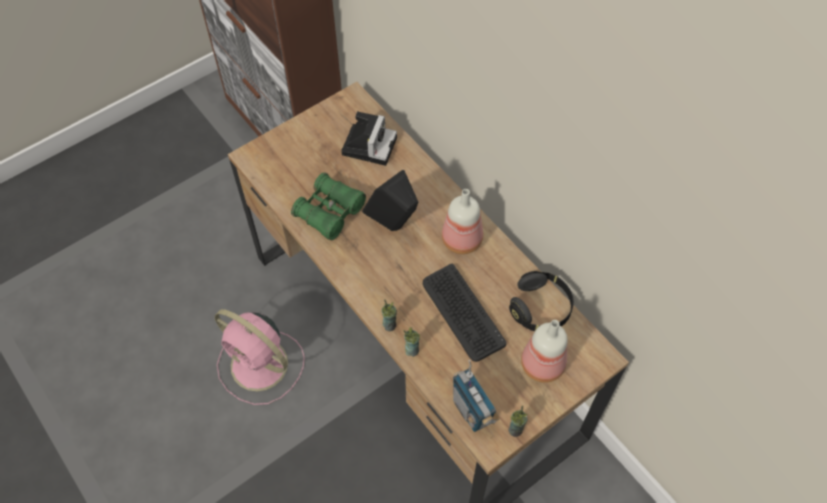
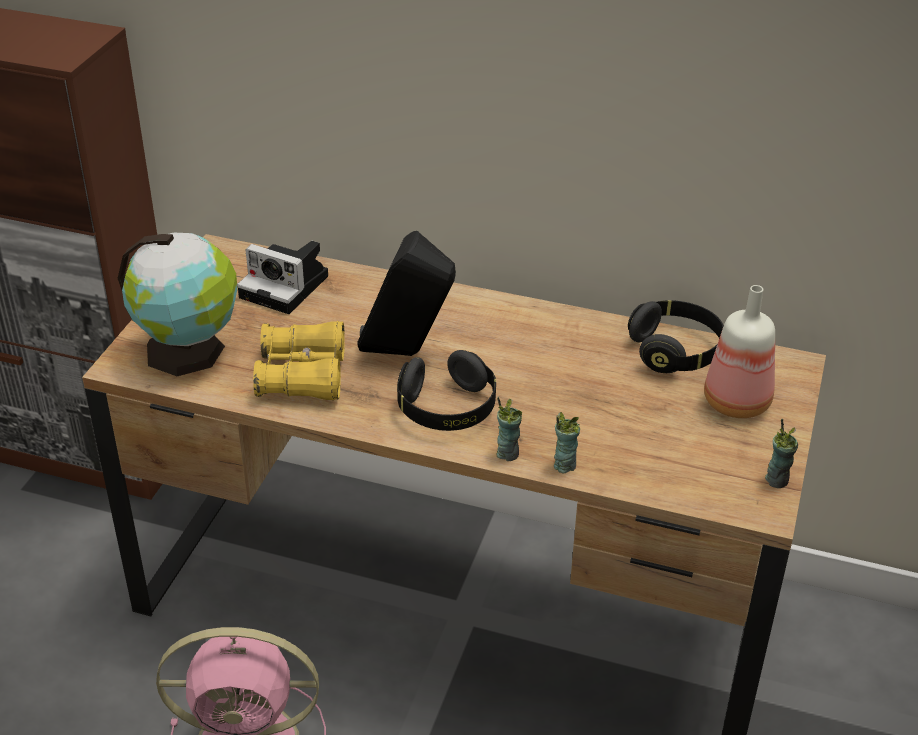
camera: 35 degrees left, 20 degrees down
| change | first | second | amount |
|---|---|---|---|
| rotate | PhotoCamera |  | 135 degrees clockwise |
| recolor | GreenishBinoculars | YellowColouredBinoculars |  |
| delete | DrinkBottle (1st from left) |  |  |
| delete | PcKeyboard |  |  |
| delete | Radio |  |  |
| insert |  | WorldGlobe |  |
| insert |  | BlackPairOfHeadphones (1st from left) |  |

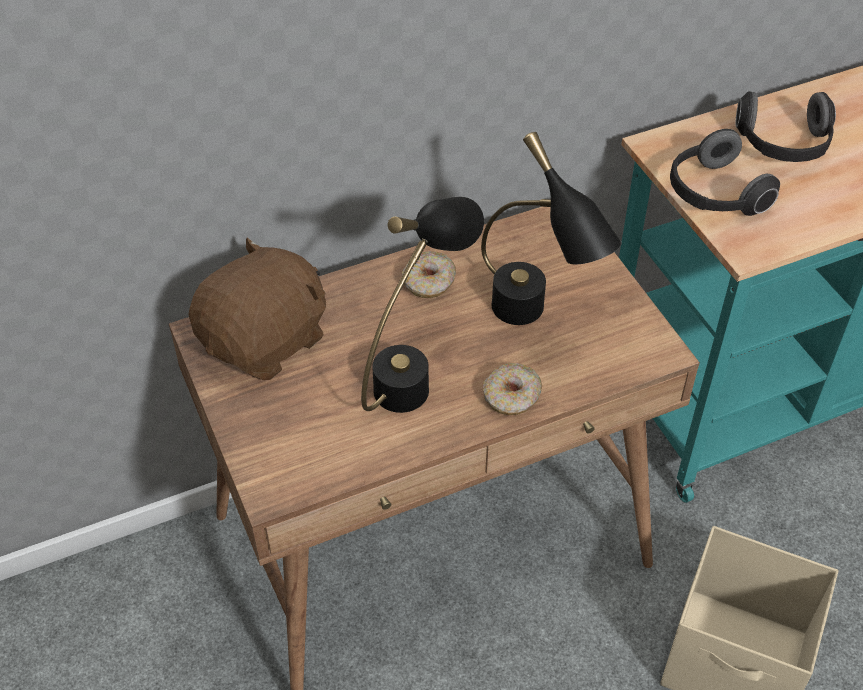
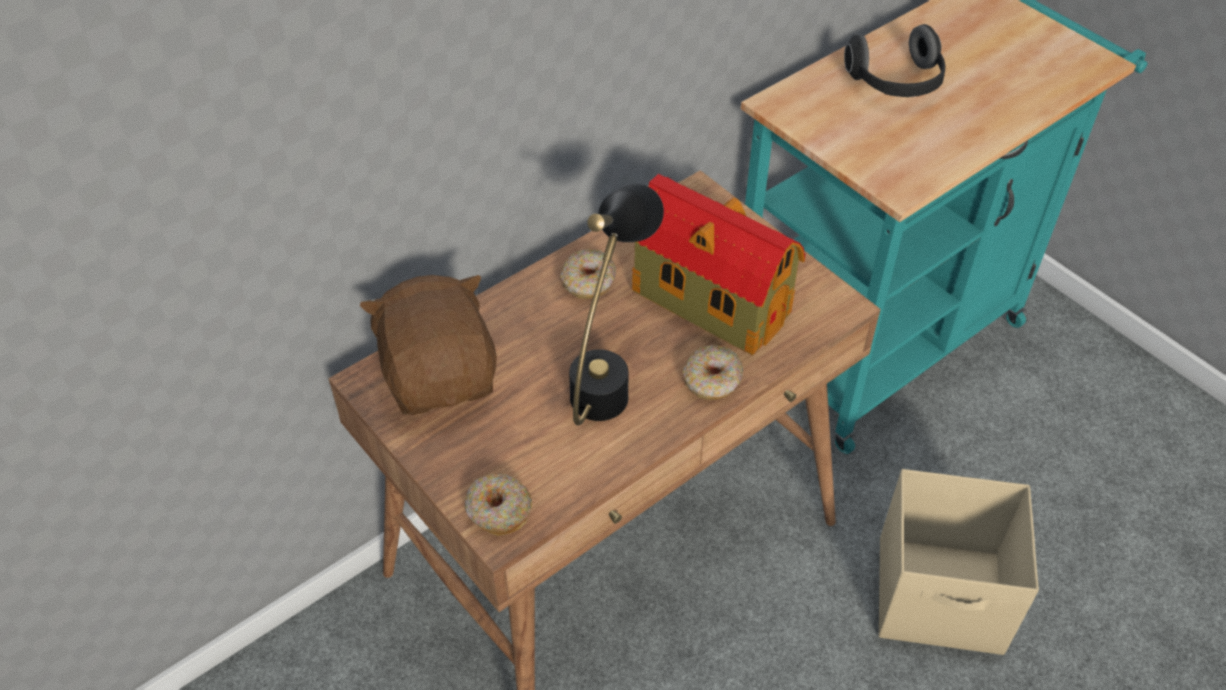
camera: 15 degrees left, 0 degrees up
| change | first | second | amount |
|---|---|---|---|
| delete | PairOfHeadphones (1st from left) |  |  |
| replace | BlackTabletopLamp (2nd from left) | ModelHouse |  |
| rotate | BrownSoftToy |  | 45 degrees counterclockwise |
| insert |  | RingDoughnut (1st from left) |  |

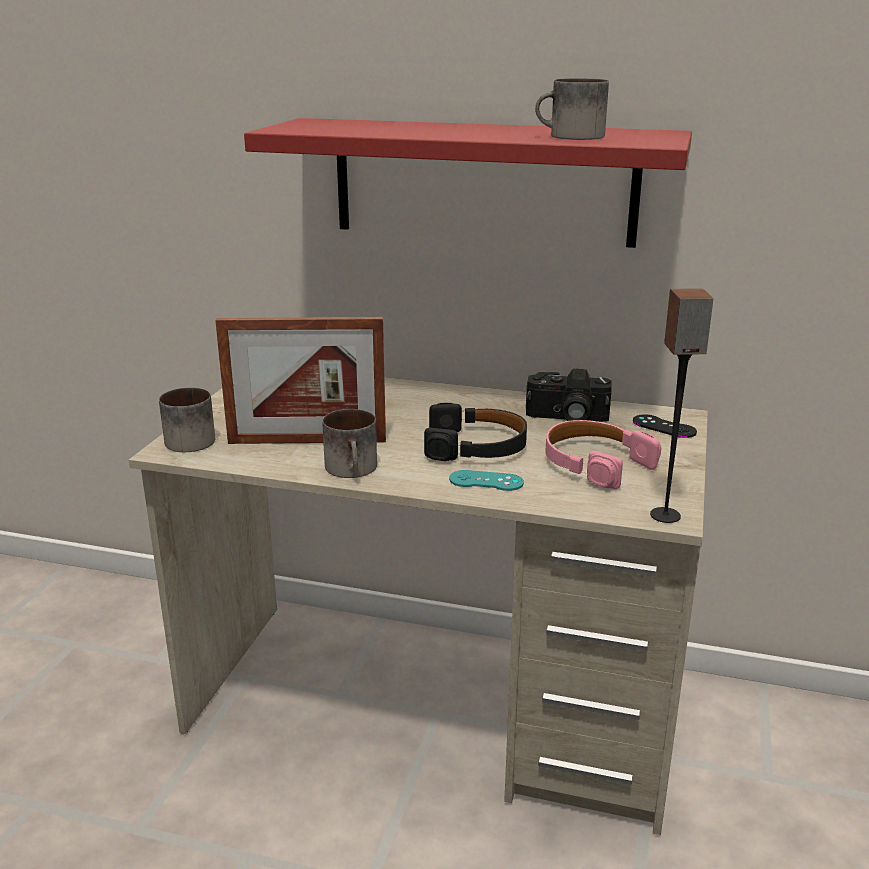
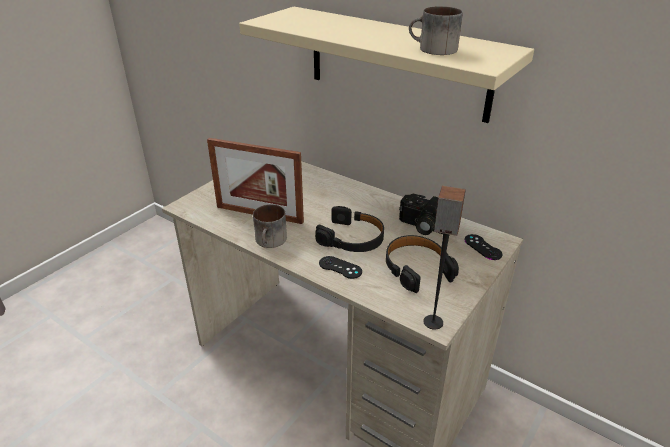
camera: 20 degrees right, 10 degrees up
| change | first | second | amount |
|---|---|---|---|
| recolor | RedBracketShelf | SandColouredBracketShelf |  |
| delete | Mug (1st from left) |  |  |
| recolor | PinkPairOfHeadphones | BlackPairOfHeadphones (2nd from left) |  |
| recolor | TurquoiseColouredJoypad | BlackJoypad (1st from left) |  |

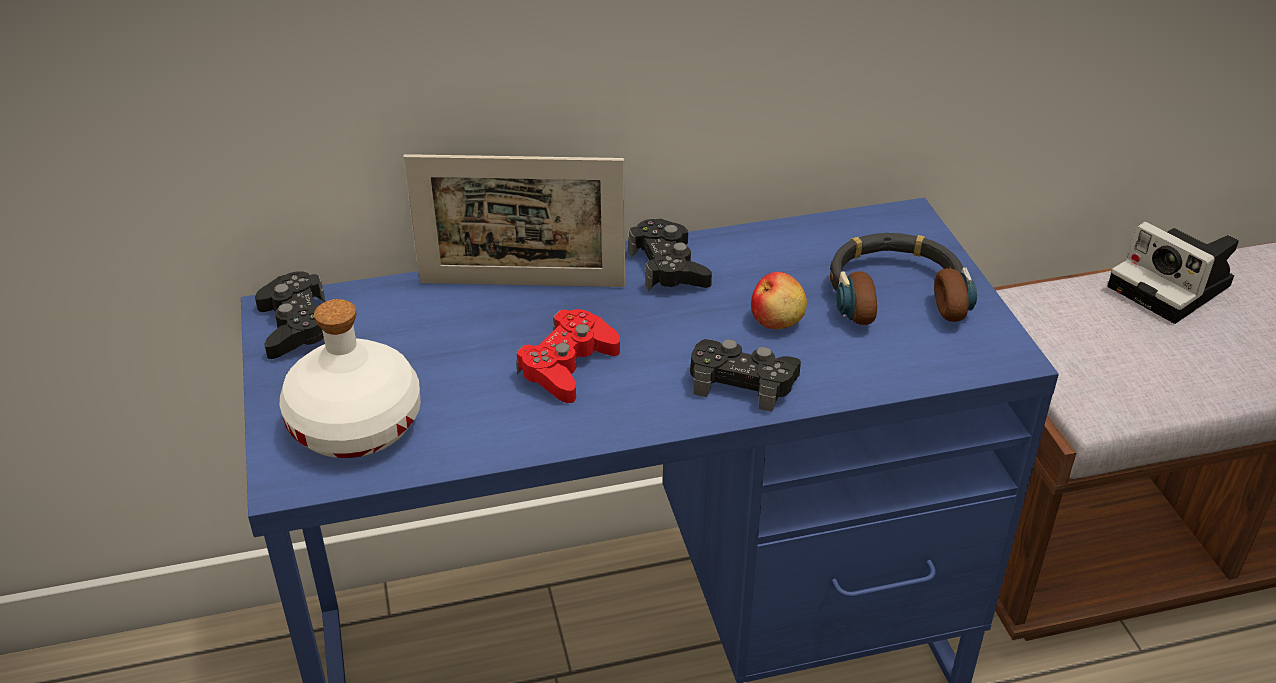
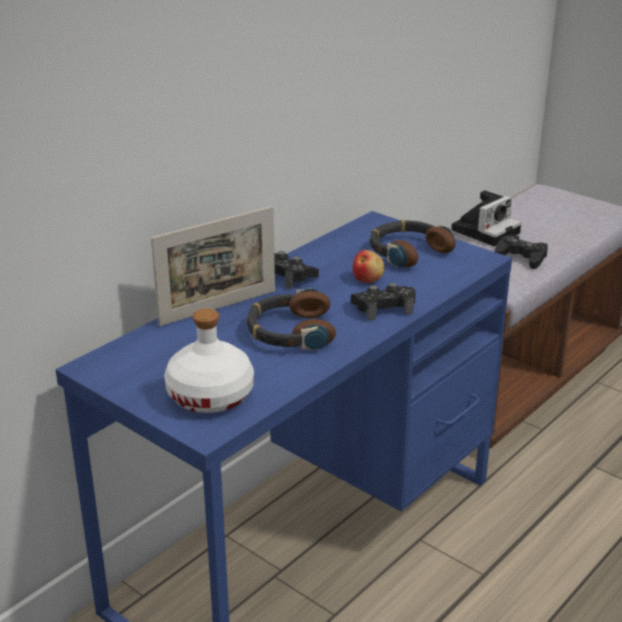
camera: 35 degrees left, 10 degrees down
| change | first | second | amount |
|---|---|---|---|
| rotate | PhotoCamera |  | 60 degrees counterclockwise |
| move | BlackJoypad (1st from left in the first image) | BlackJoypad (3rd from left) |  |
| replace | RedJoypad | PairOfHeadphones (1st from left) |  |

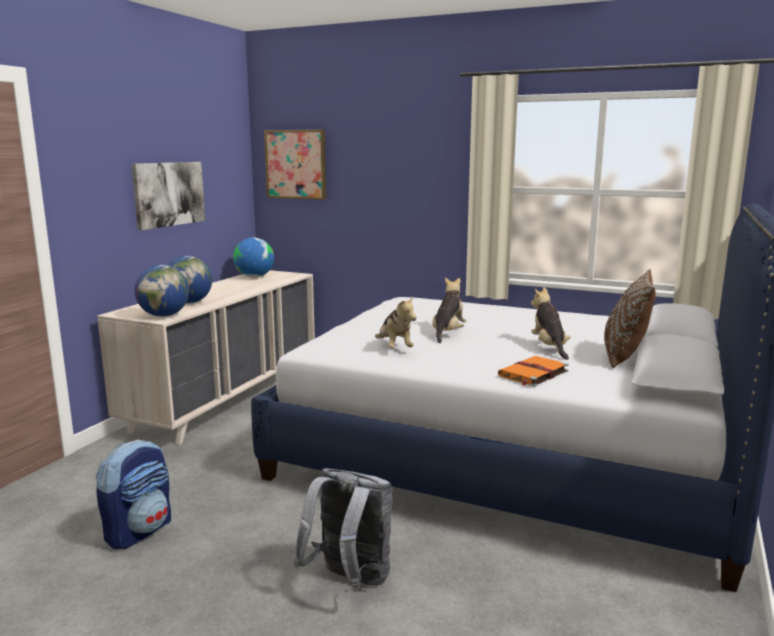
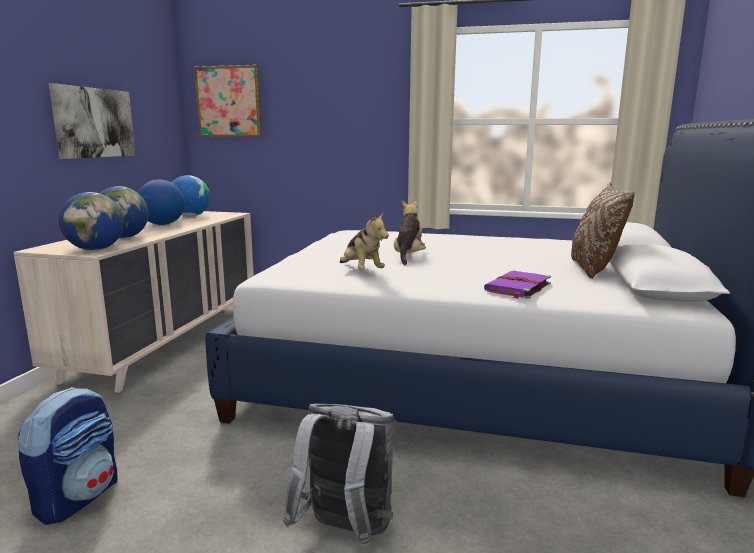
camera: 10 degrees left, 0 degrees up
| change | first | second | amount |
|---|---|---|---|
| delete | SoftToy (3rd from left) |  |  |
| recolor | OrangeColouredVolume | PurplishVolume |  |
| insert |  | WorldGlobe (3rd from left) |  |

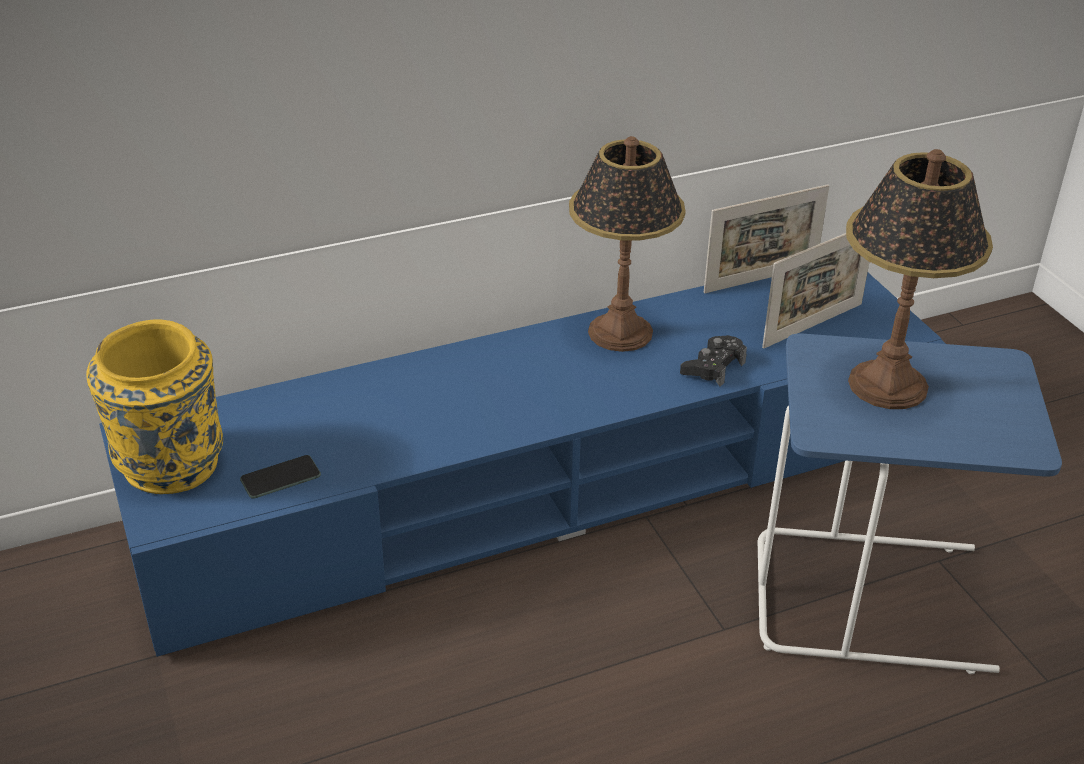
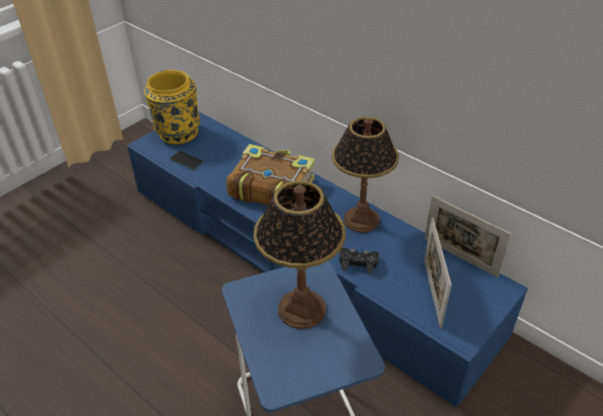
camera: 65 degrees right, 5 degrees up
| change | first | second | amount |
|---|---|---|---|
| rotate | PictureFrame (2nd from left in the first image) | PictureFrame (1st from left) | 60 degrees clockwise |
| insert |  | Volume |  |

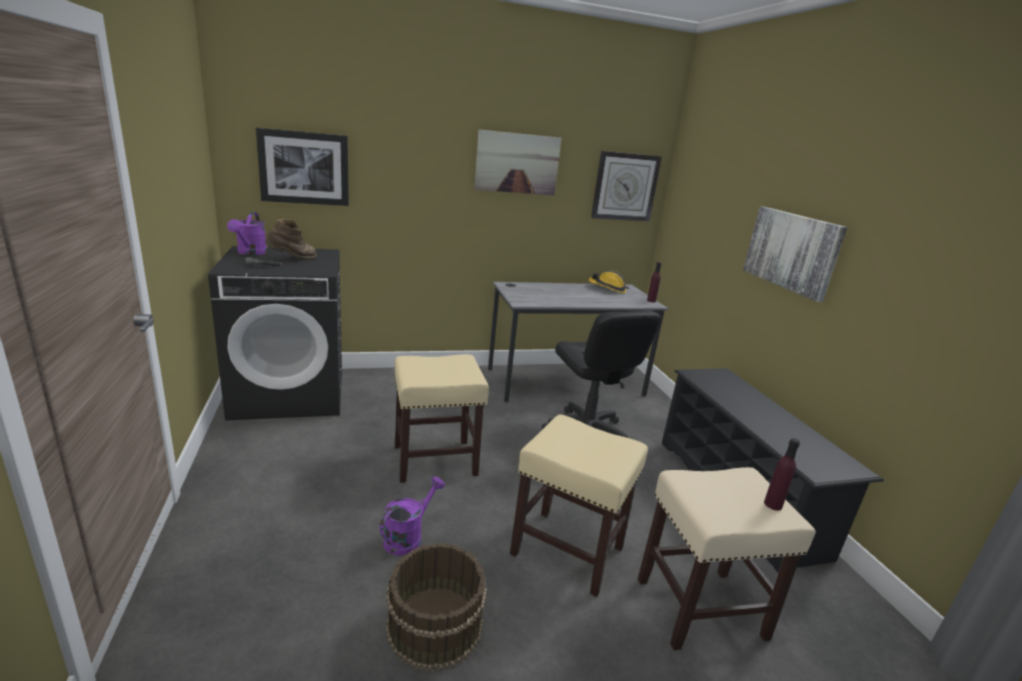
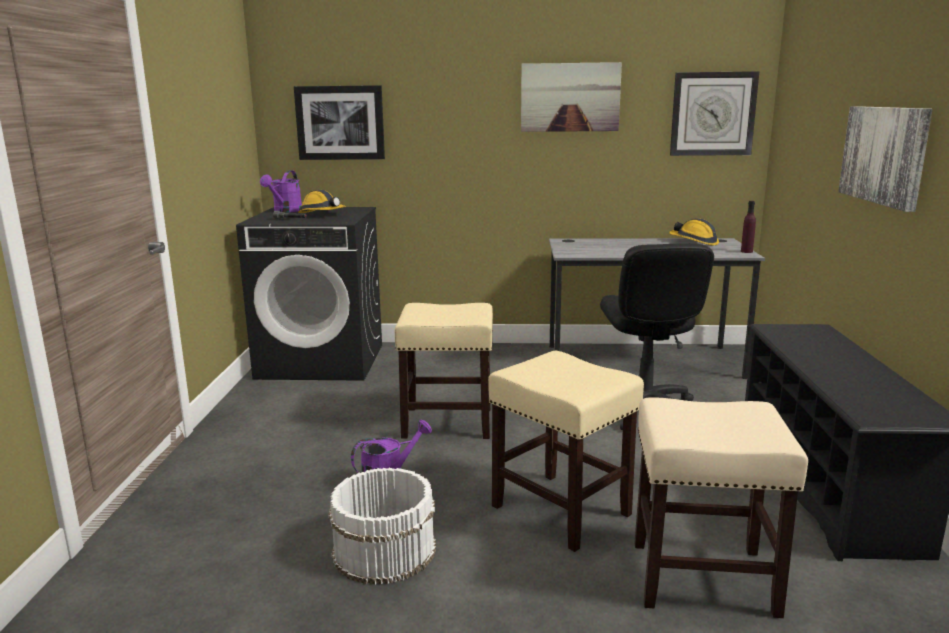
camera: 20 degrees right, 5 degrees down
| change | first | second | amount |
|---|---|---|---|
| replace | BrownBoot | WorkHelmet (1st from left) |  |
| delete | PurplishDrinkBottle (2nd from left) |  |  |
| recolor | BrownBucket | WhiteBucket |  |

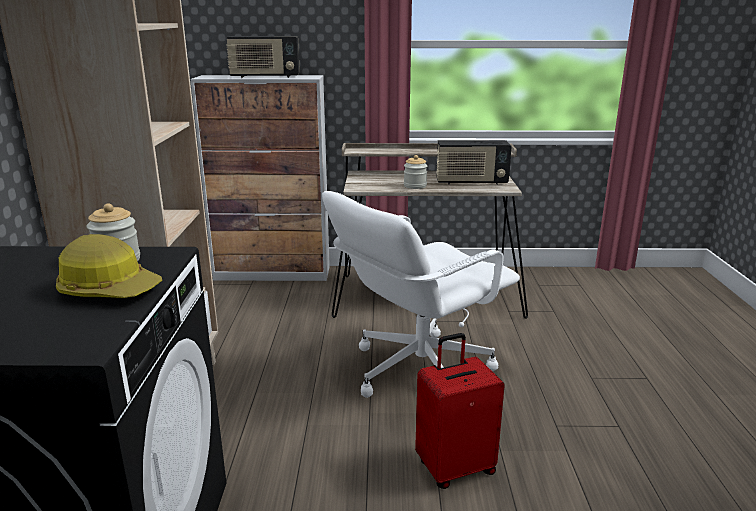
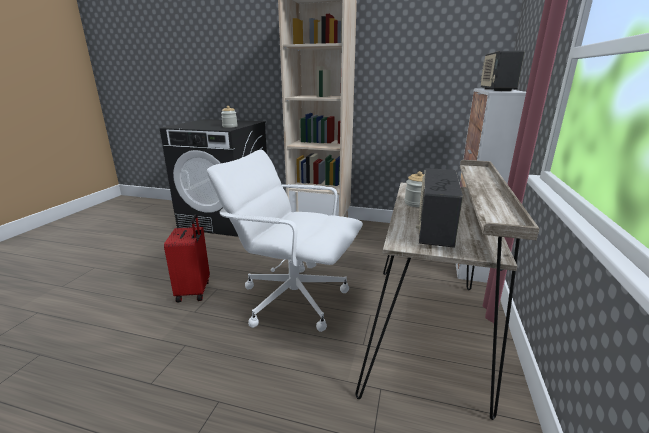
camera: 105 degrees right, 0 degrees up
| change | first | second | amount |
|---|---|---|---|
| rotate | WhiteDeskChair |  | 45 degrees counterclockwise |
| delete | WorkHelmet |  |  |

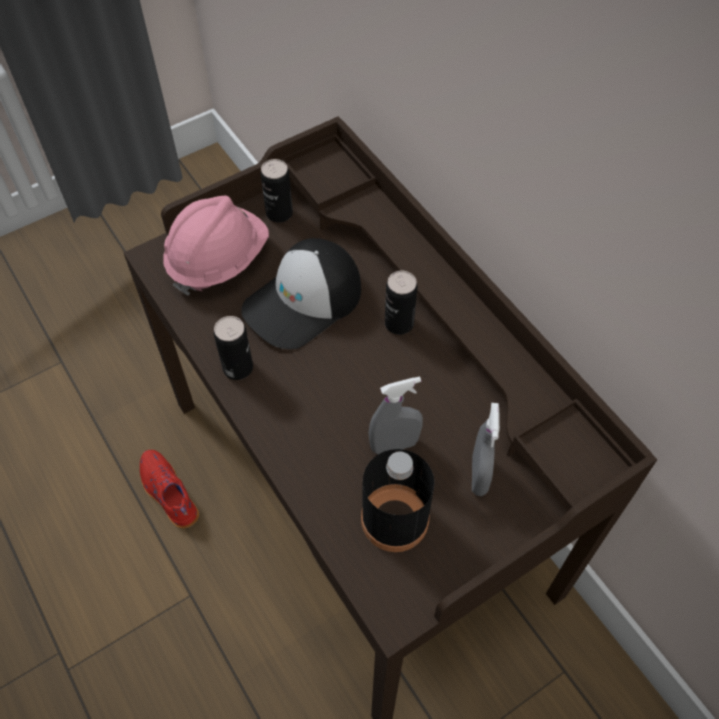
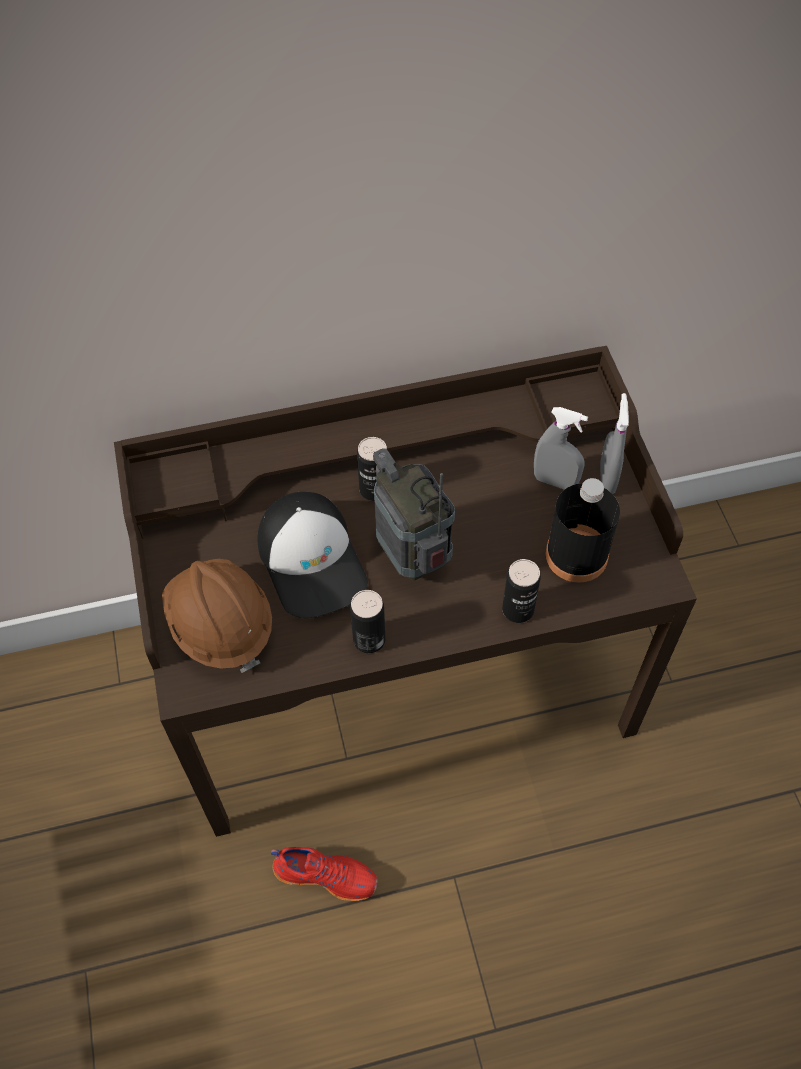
camera: 70 degrees left, 0 degrees up
| change | first | second | amount |
|---|---|---|---|
| move | MetalCan (2nd from left in the first image) | MetalCan (3rd from left) |  |
| recolor | PinkWorkHelmet | BrownWorkHelmet |  |
| move | GreyishSprayer (1st from left in the first image) | GreyishSprayer (2nd from left) |  |
| rotate | RedItemOfFootwear |  | 150 degrees counterclockwise |
| insert |  | Radio |  |

